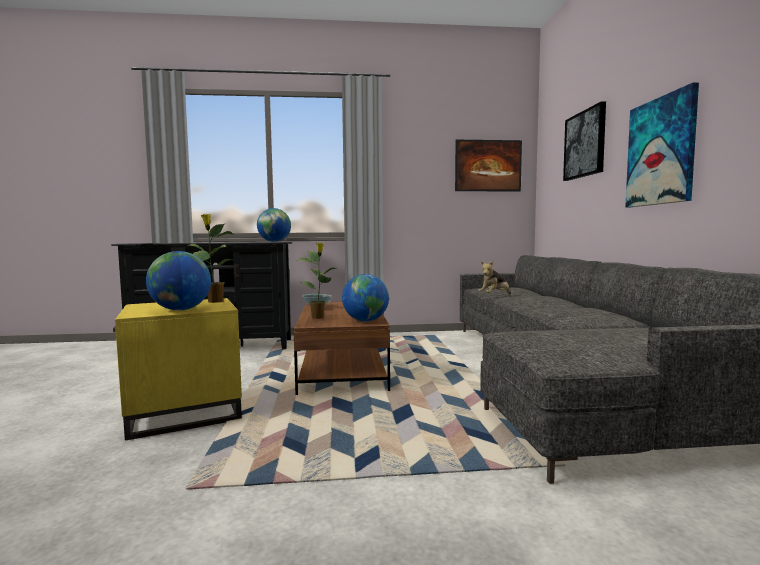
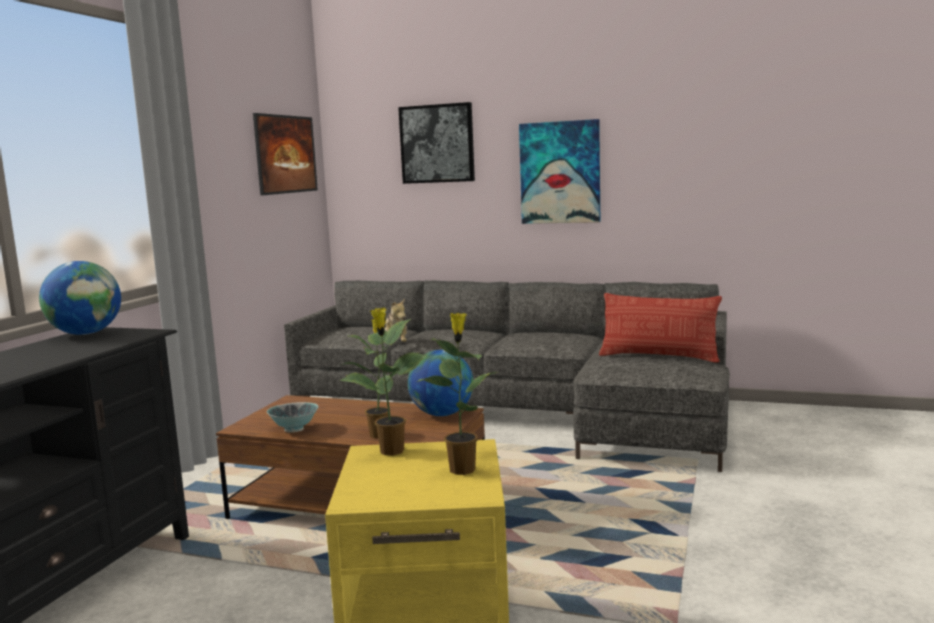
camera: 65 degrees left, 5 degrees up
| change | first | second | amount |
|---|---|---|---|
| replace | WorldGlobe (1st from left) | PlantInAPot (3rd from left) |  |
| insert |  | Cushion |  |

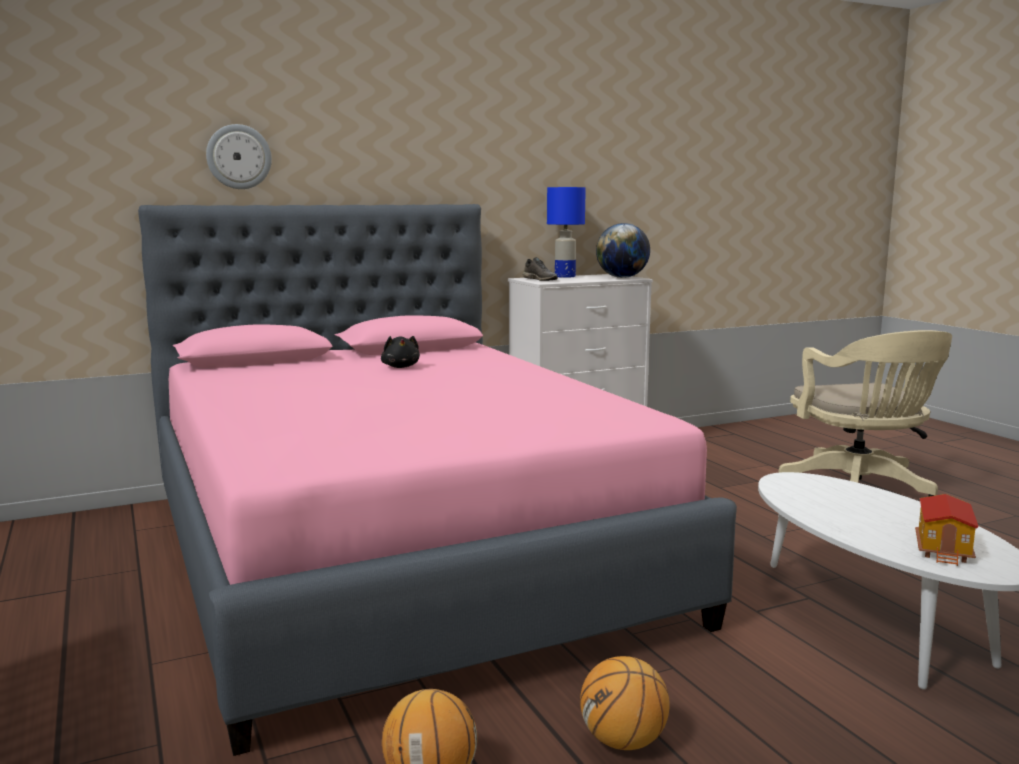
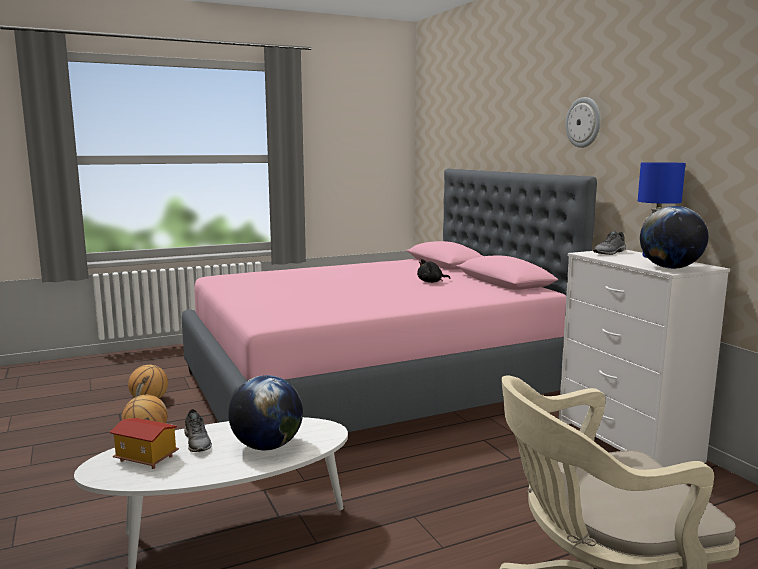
camera: 90 degrees right, 0 degrees up
| change | first | second | amount |
|---|---|---|---|
| move | WallClock |  |  |
| insert |  | WorldGlobe (1st from left) |  |
| insert |  | GreyishItemOfFootwear (1st from left) |  |

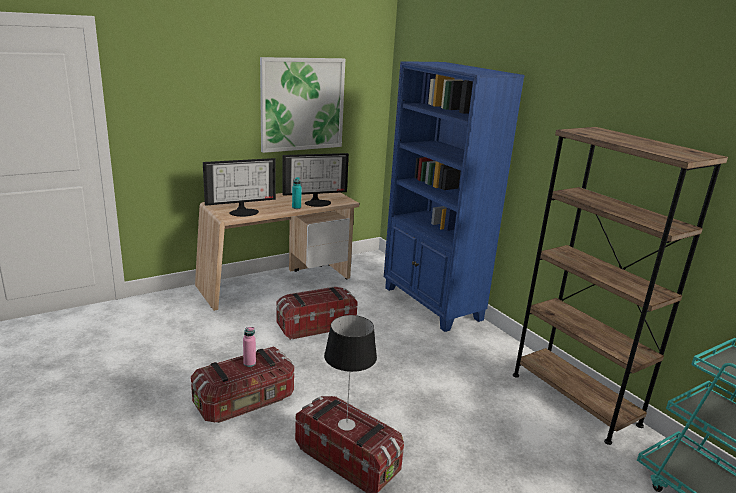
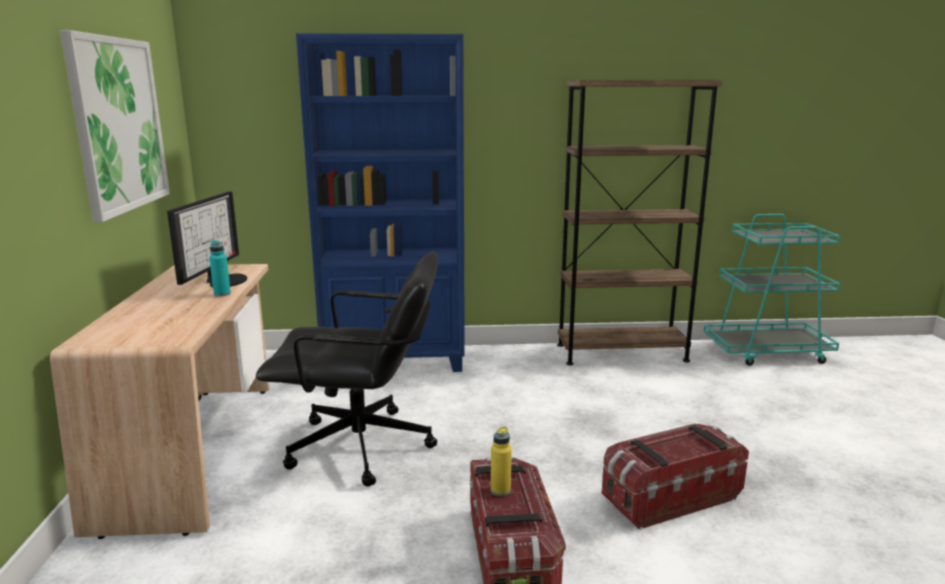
camera: 60 degrees left, 5 degrees down
| change | first | second | amount |
|---|---|---|---|
| delete | ComputerDisplay (1st from left) |  |  |
| replace | StorageContainer (2nd from left) | BlackDeskChair |  |
| delete | TabletopLamp |  |  |
| recolor | PinkDrinkBottle | YellowColouredDrinkBottle |  |

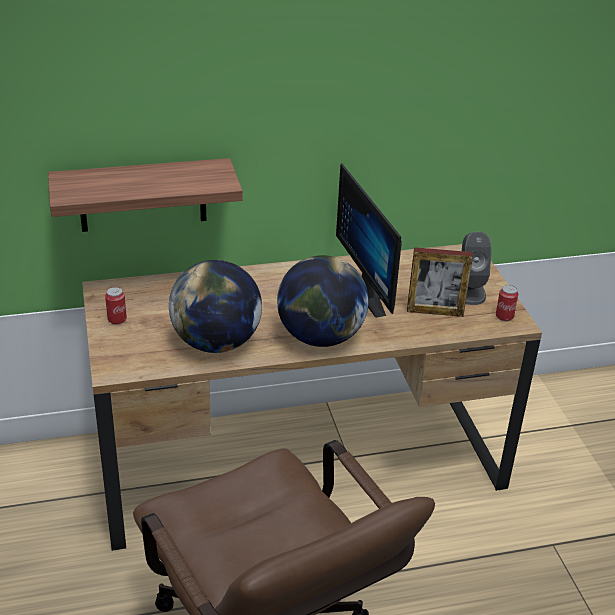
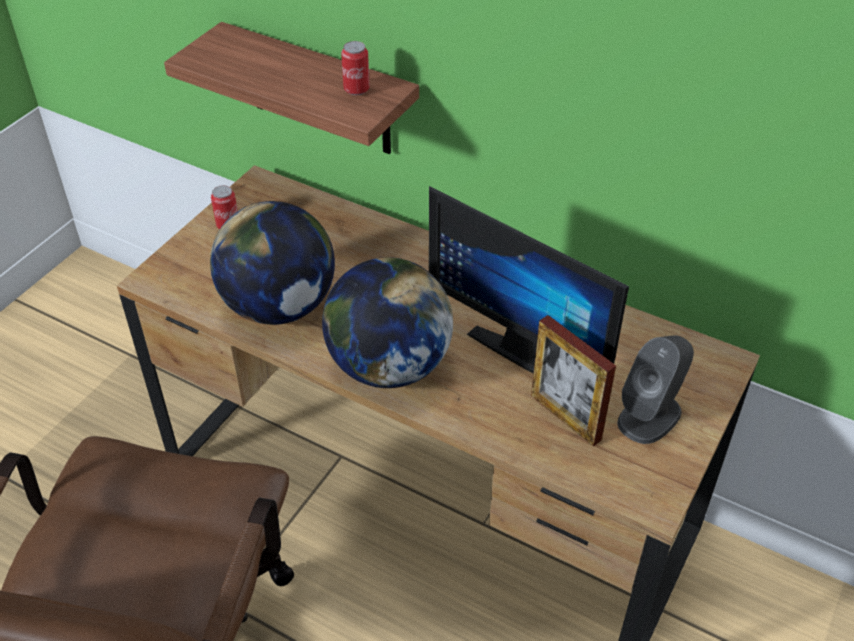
camera: 45 degrees right, 10 degrees up
| change | first | second | amount |
|---|---|---|---|
| rotate | ComputerDisplay |  | 75 degrees counterclockwise |
| move | MetalCan (2nd from left) |  |  |

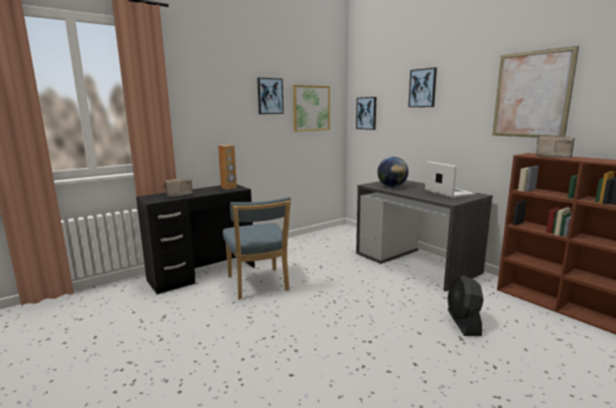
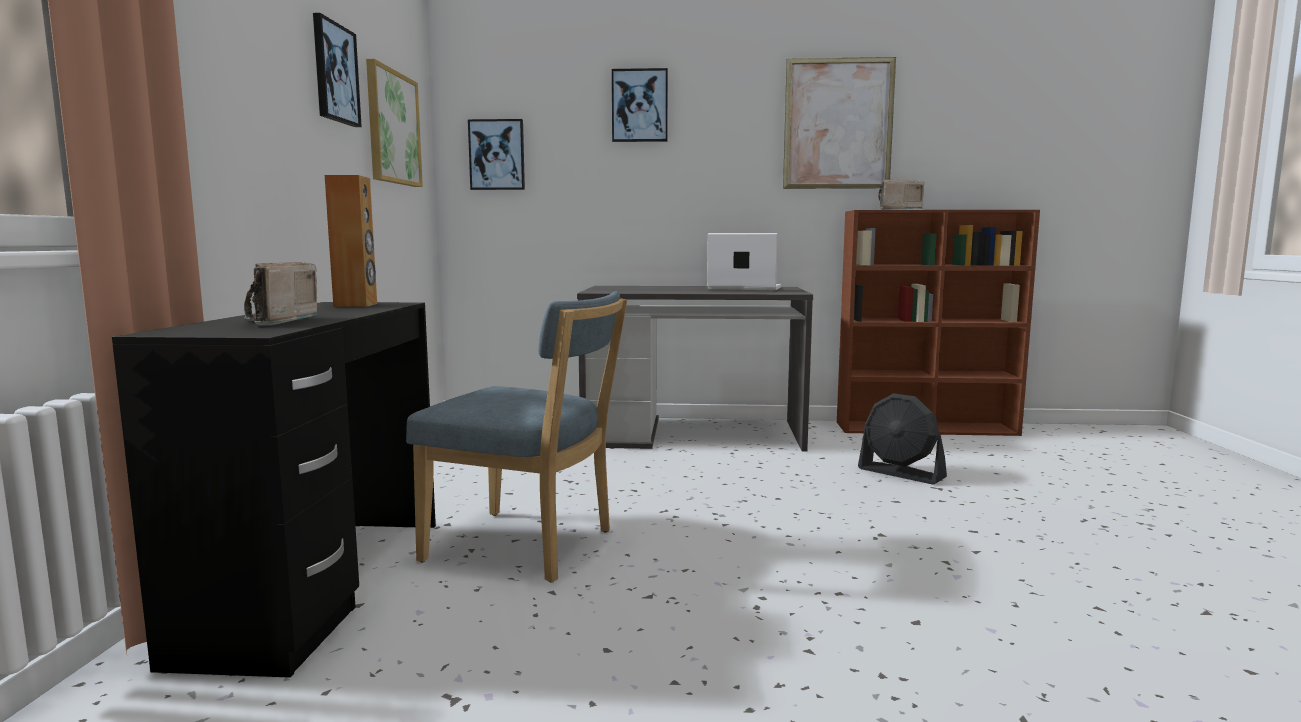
camera: 50 degrees left, 5 degrees down
| change | first | second | amount |
|---|---|---|---|
| delete | WorldGlobe |  |  |

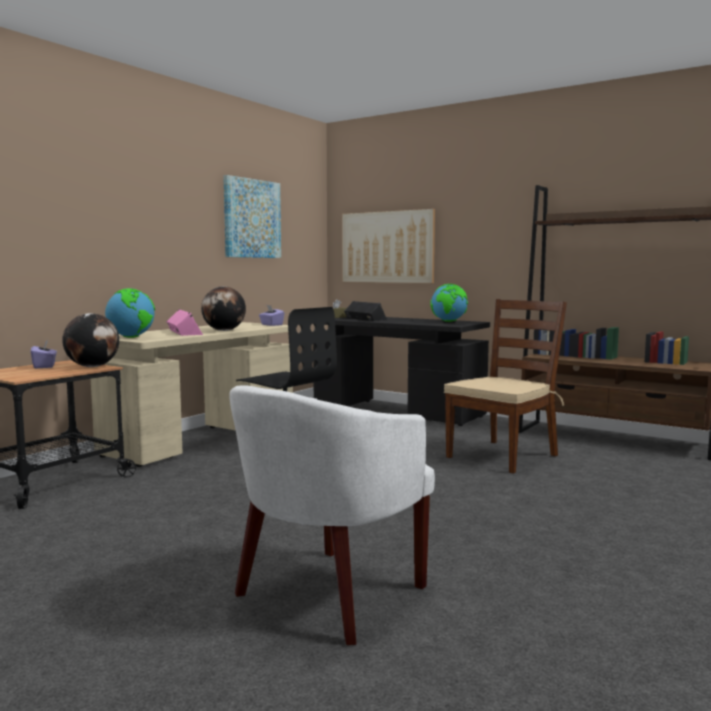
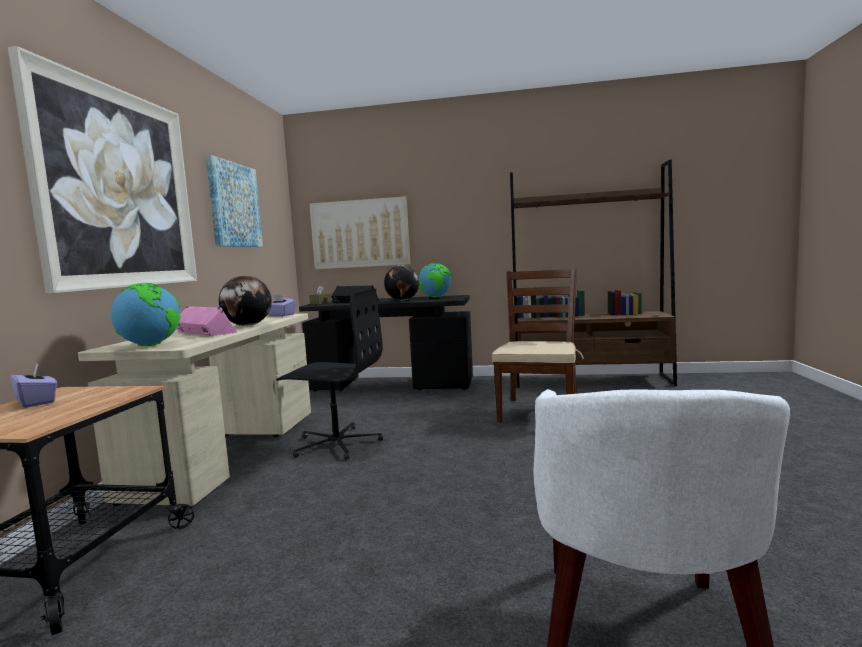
camera: 25 degrees left, 0 degrees up
| change | first | second | amount |
|---|---|---|---|
| move | WorldGlobe (1st from left in the first image) | WorldGlobe (3rd from left) |  |
| insert |  | WallPicture (1st from left) |  |

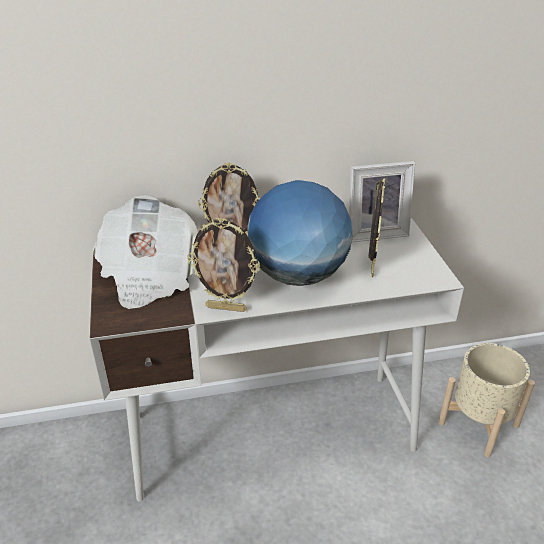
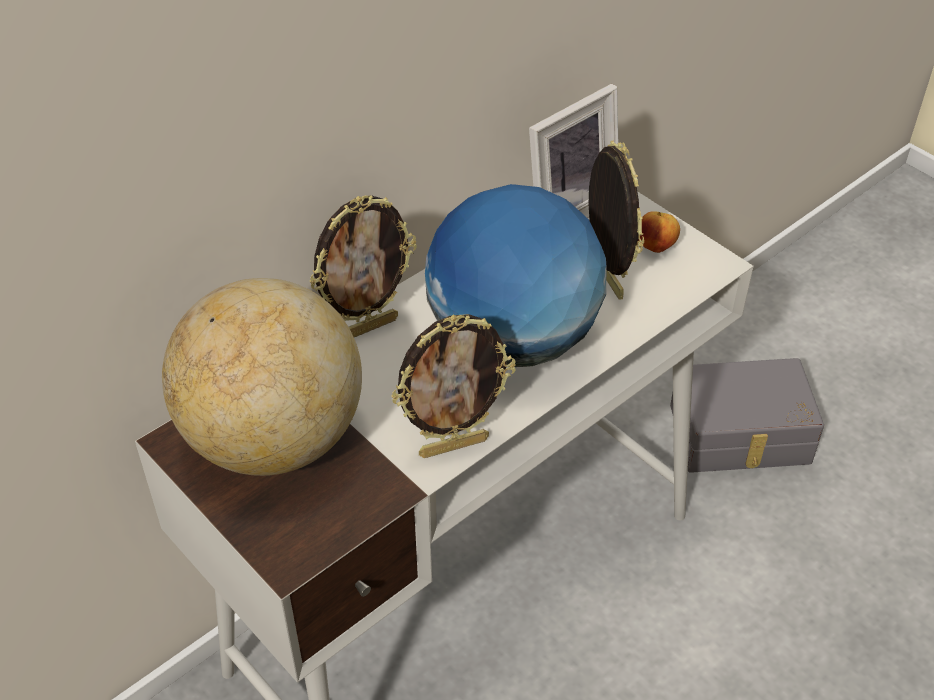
camera: 30 degrees left, 10 degrees up
| change | first | second | amount |
|---|---|---|---|
| replace | Newspaper | WorldGlobe (1st from left) |  |
| replace | SandColouredFlowerPot | GreyishStorageContainer |  |
| insert |  | AppleFruit |  |

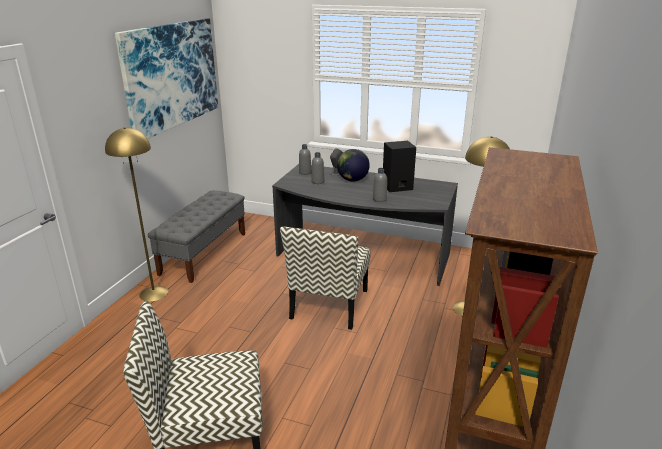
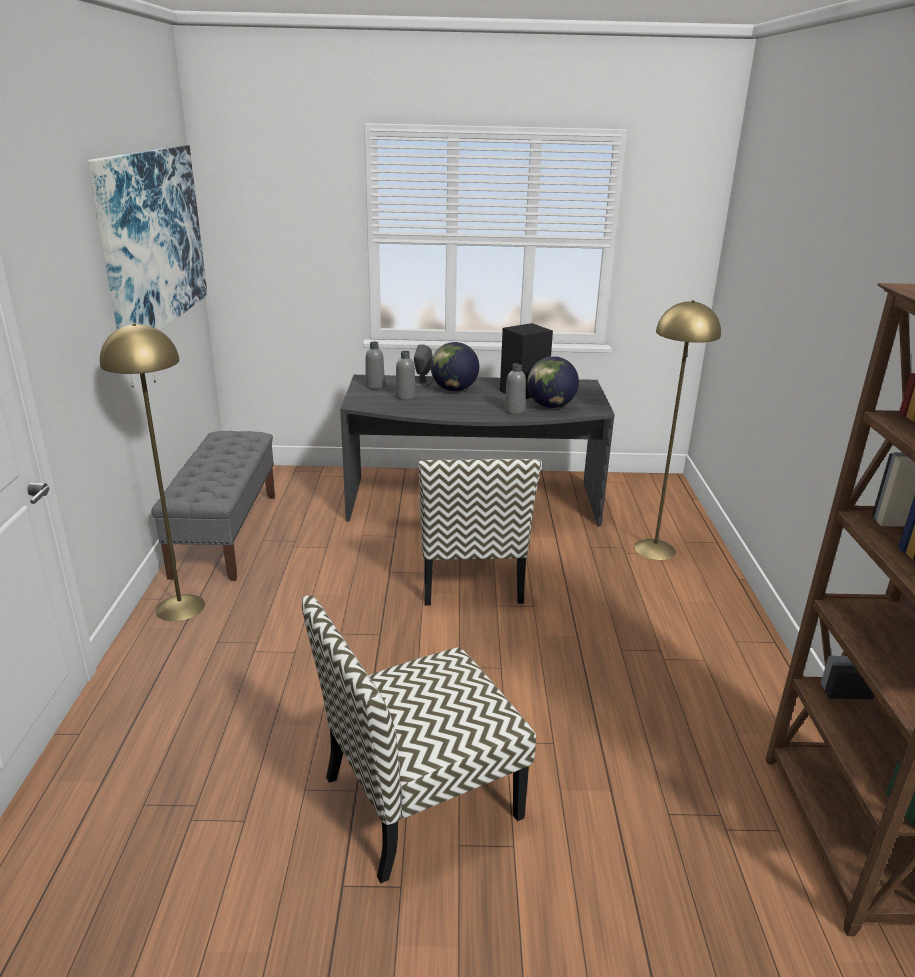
camera: 20 degrees left, 0 degrees up
| change | first | second | amount |
|---|---|---|---|
| insert |  | WorldGlobe (2nd from left) |  |

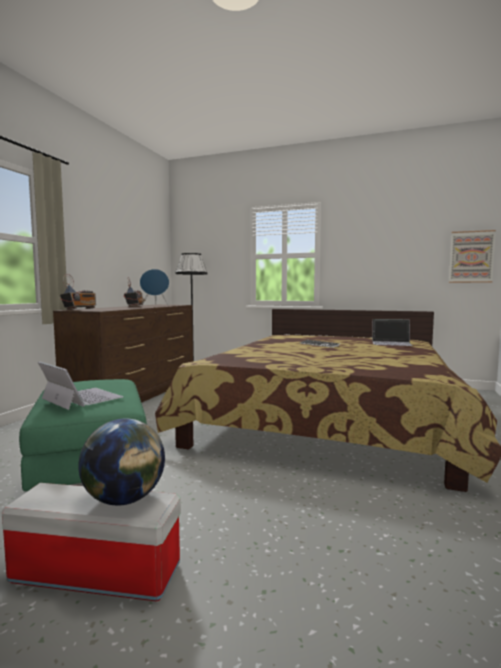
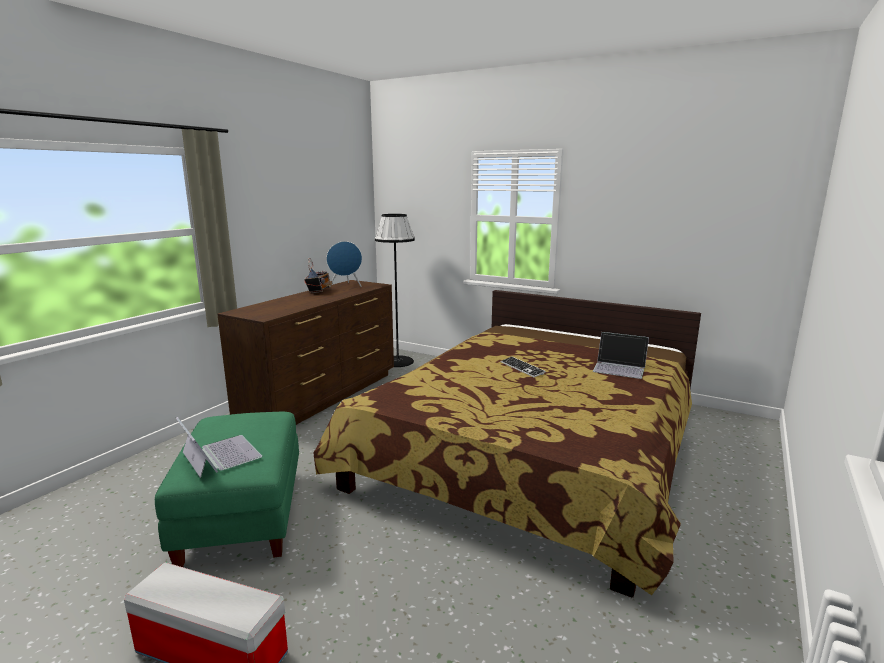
camera: 10 degrees right, 10 degrees up
| change | first | second | amount |
|---|---|---|---|
| delete | WallPicture |  |  |
| delete | Radio (1st from left) |  |  |
| delete | WorldGlobe |  |  |

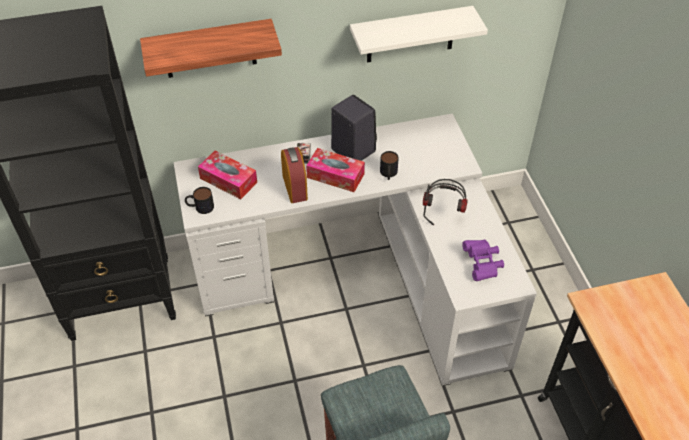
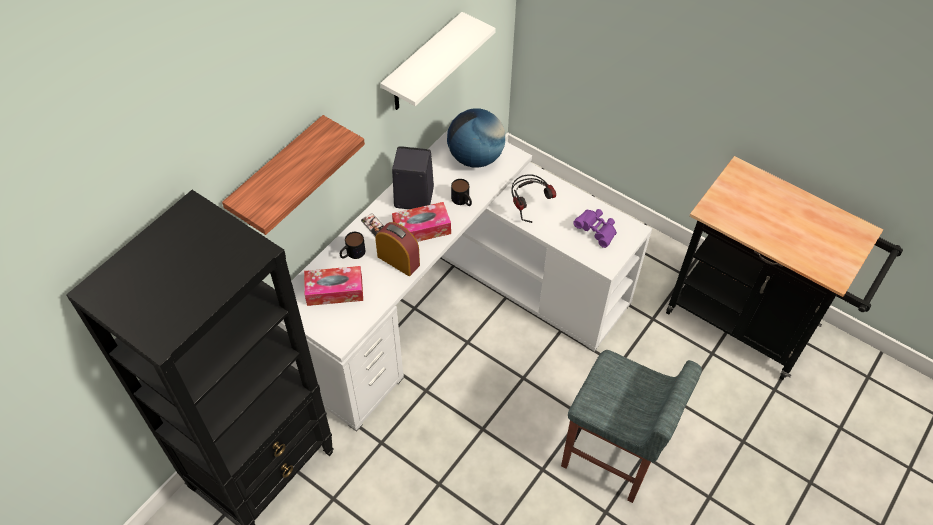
camera: 40 degrees left, 5 degrees up
| change | first | second | amount |
|---|---|---|---|
| move | Mug (1st from left) |  |  |
| insert |  | WorldGlobe |  |

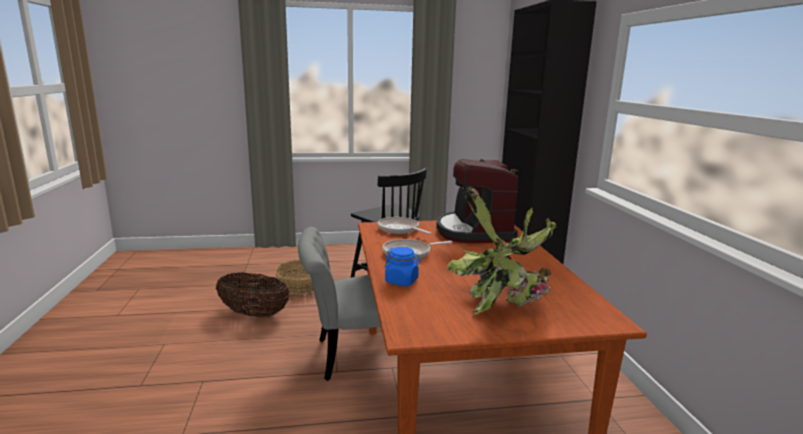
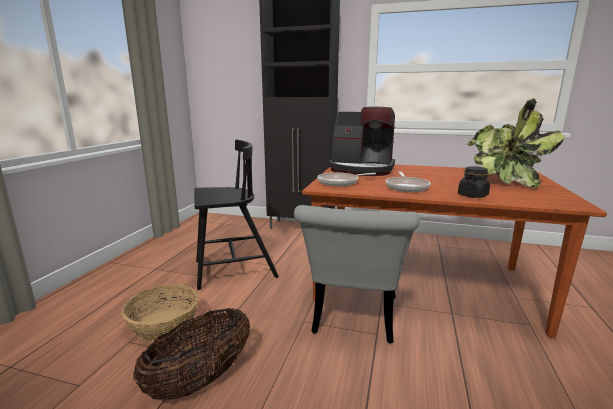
camera: 65 degrees left, 0 degrees up
| change | first | second | amount |
|---|---|---|---|
| recolor | BlueColouredPreserveJar | BlackPreserveJar |  |

